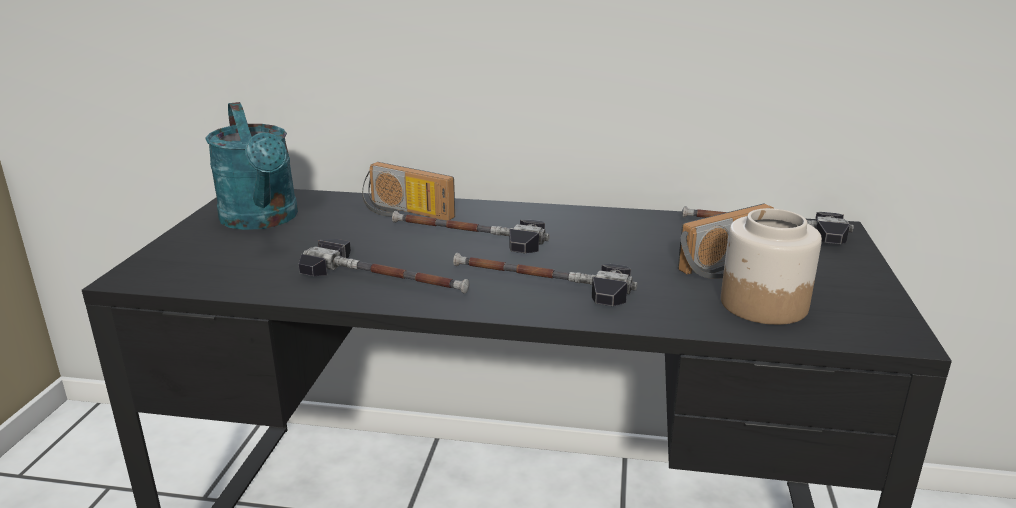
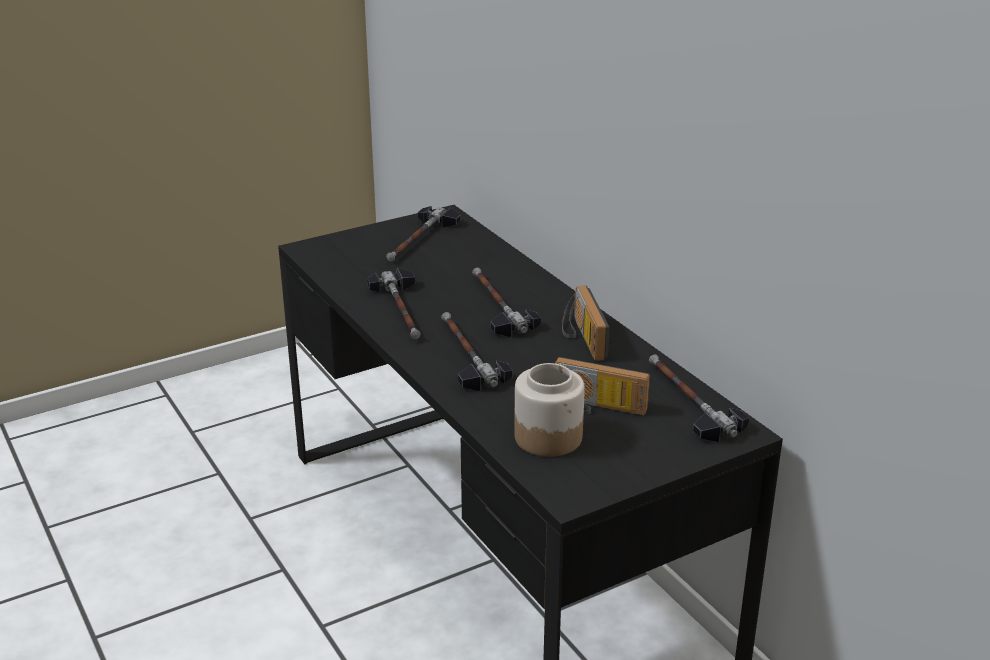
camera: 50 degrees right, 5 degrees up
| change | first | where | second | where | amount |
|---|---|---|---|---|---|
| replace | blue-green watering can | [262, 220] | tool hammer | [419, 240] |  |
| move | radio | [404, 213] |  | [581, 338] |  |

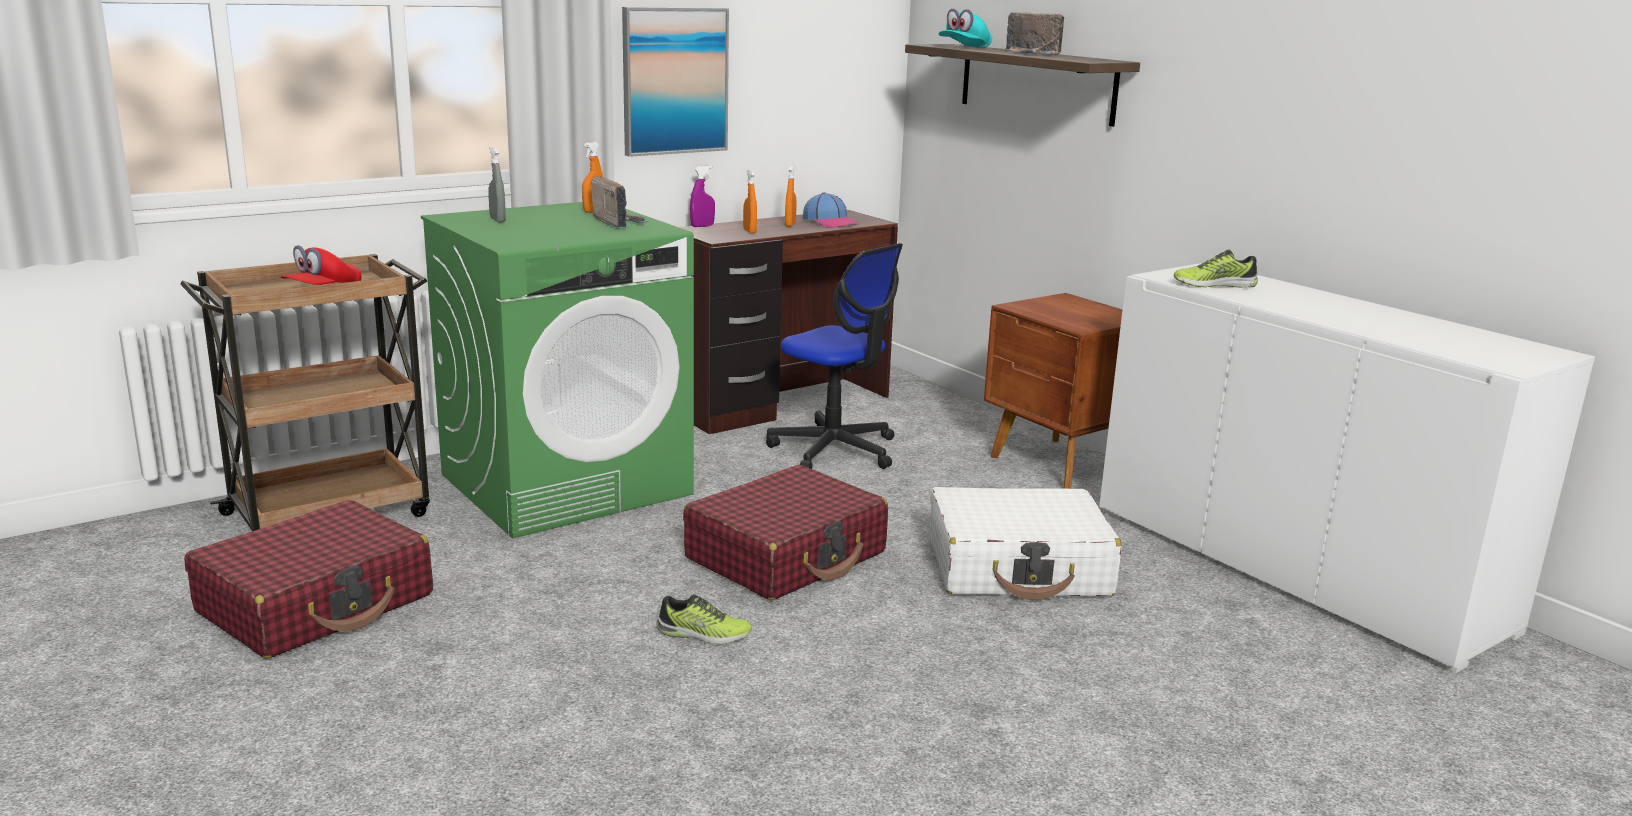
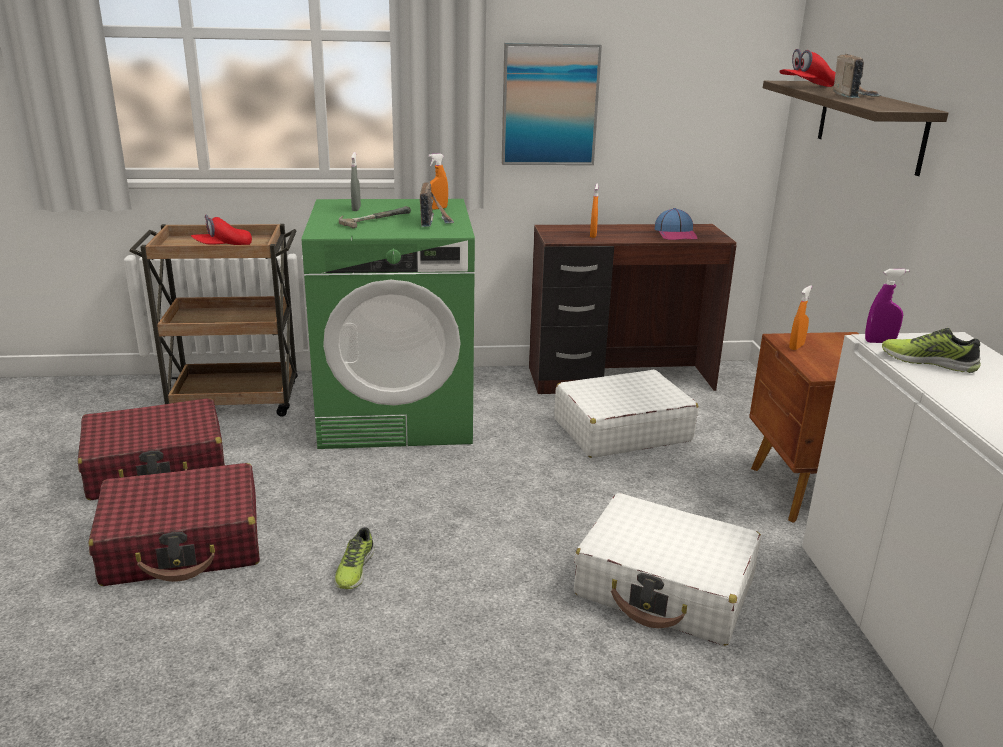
camera: 30 degrees right, 5 degrees up
| change | first | where | second | where | amount |
|---|---|---|---|---|---|
| move | reddish suitcase | [787, 556] |  | [184, 544] |  |
| rotate | low shoe | [703, 634] |  | [354, 569] | 60 degrees clockwise |
| insert |  |  | tool hammer | [373, 219] |  |
| replace | computer chair | [835, 450] | white-coloured suitcase | [621, 430] |  |
| recolor | blue-green baseball cap | [964, 48] | reddish baseball cap | [806, 87] |  |
| move | orangey sprayer | [790, 225] |  | [796, 347] |  |
| rotate | radio | [1030, 53] |  | [853, 96] | 150 degrees counterclockwise |
| move | purple-coloured sprayer | [702, 226] |  | [879, 342] |  |

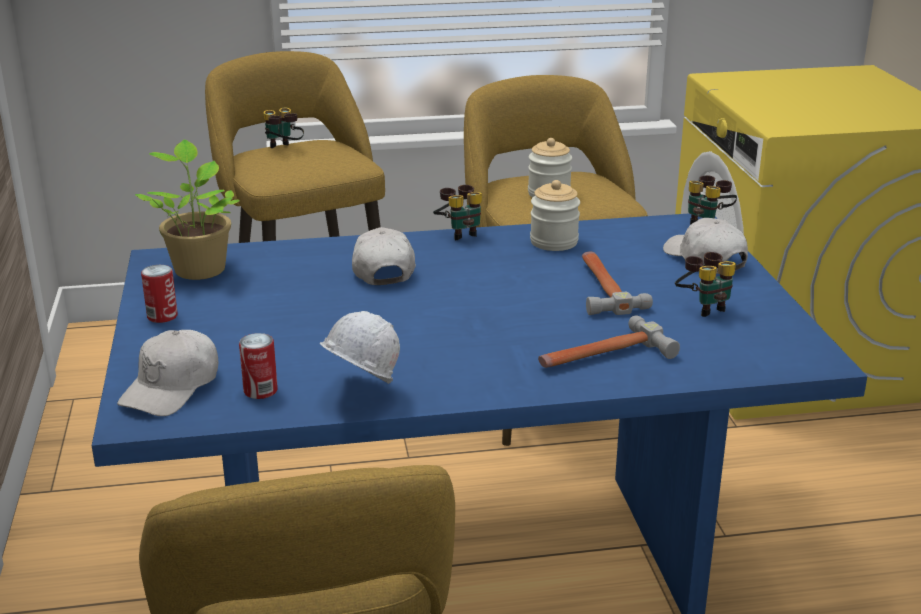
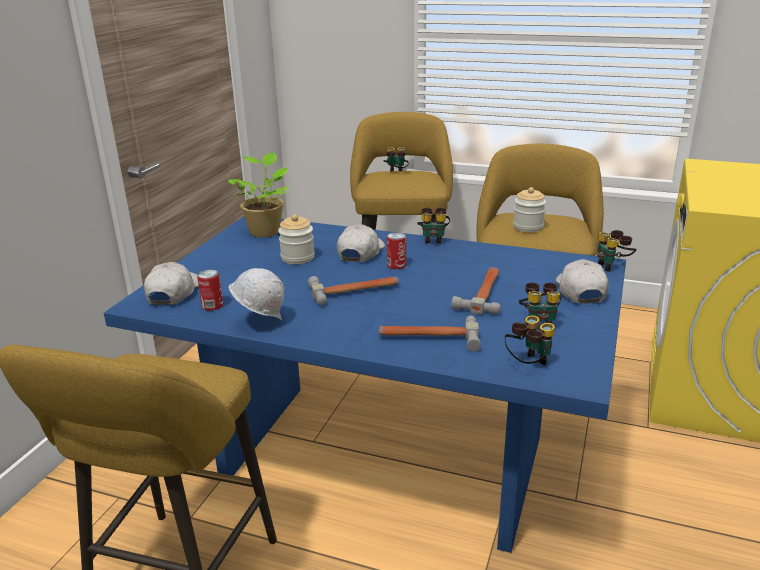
camera: 30 degrees right, 0 degrees up
| change | first | where | second | where | amount |
|---|---|---|---|---|---|
| rotate | white-coloured baseball cap | [172, 388] |  | [174, 292] | 135 degrees clockwise |
| move | preserve jar | [554, 242] |  | [297, 258] |  |
| insert |  |  | tool hammer | [355, 291] |  |
| move | can | [162, 316] |  | [396, 265] |  |
| insert |  |  | binoculars | [528, 364] |  |

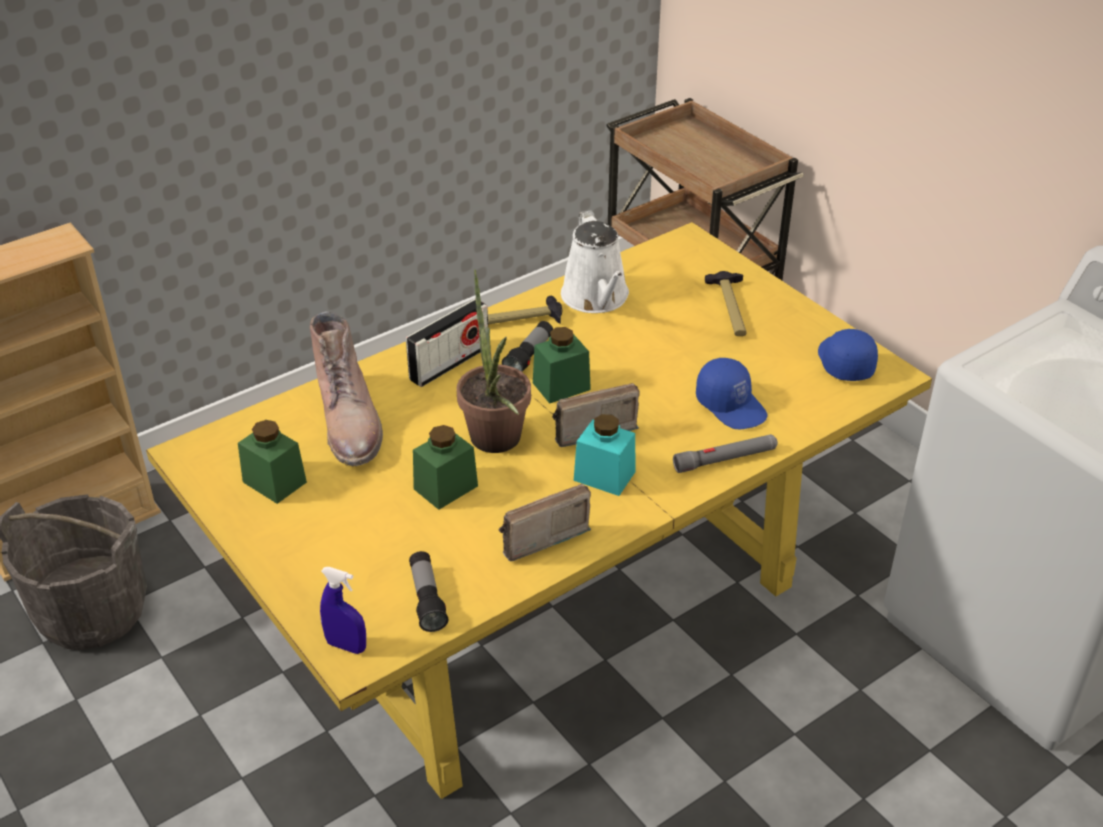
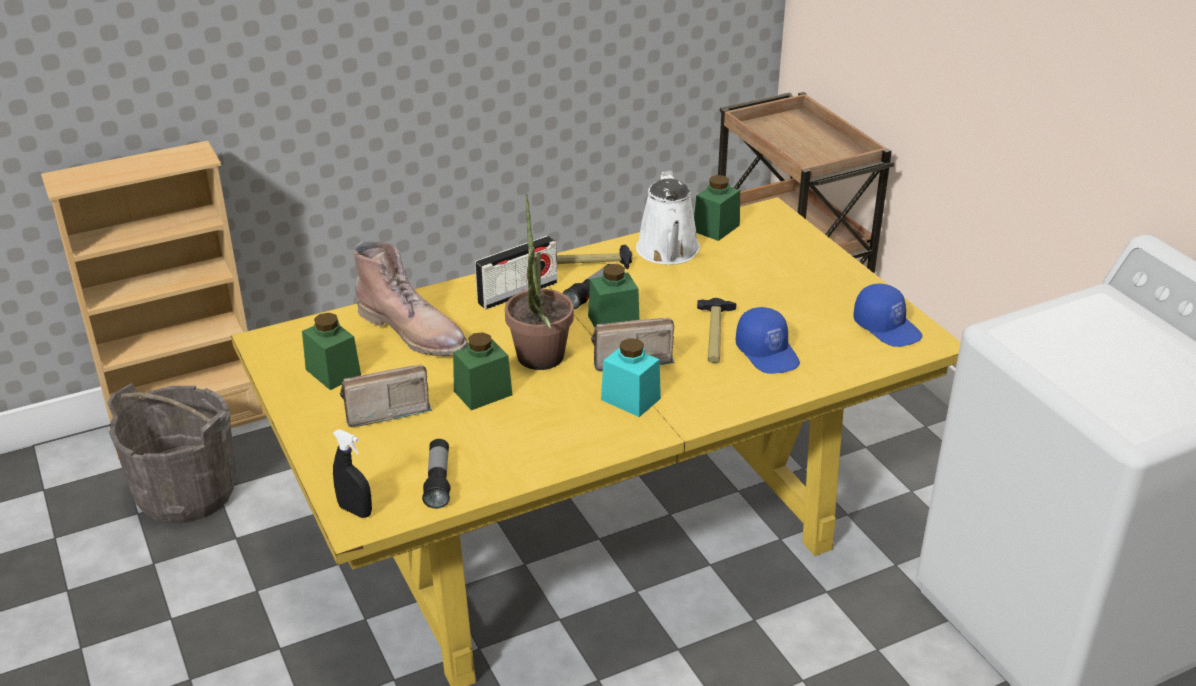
camera: 10 degrees right, 5 degrees down
| change | first | where | second | where | amount |
|---|---|---|---|---|---|
| recolor | bluish sprayer | [346, 646] | black sprayer | [355, 510] |  |
| move | radio | [537, 536] |  | [383, 410] |  |
| rotate | brown tall boot | [351, 422] |  | [415, 331] | 45 degrees counterclockwise |
| insert |  |  | green preserve jar | [716, 228] |  |
| move | tool hammer | [731, 309] |  | [715, 336] |  |
| rotate | bluish baseball cap | [844, 362] |  | [887, 327] | 135 degrees clockwise |
| delete | gray hand torch | [725, 459] |  |  |  |

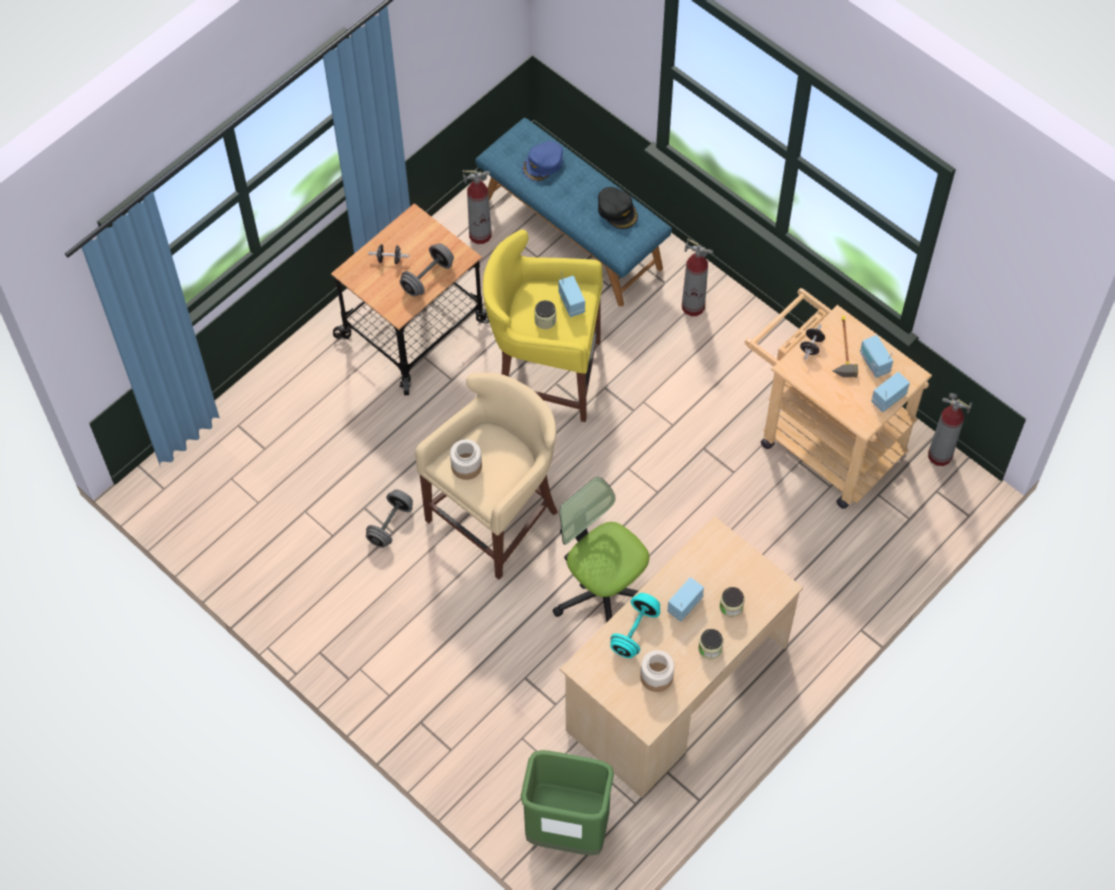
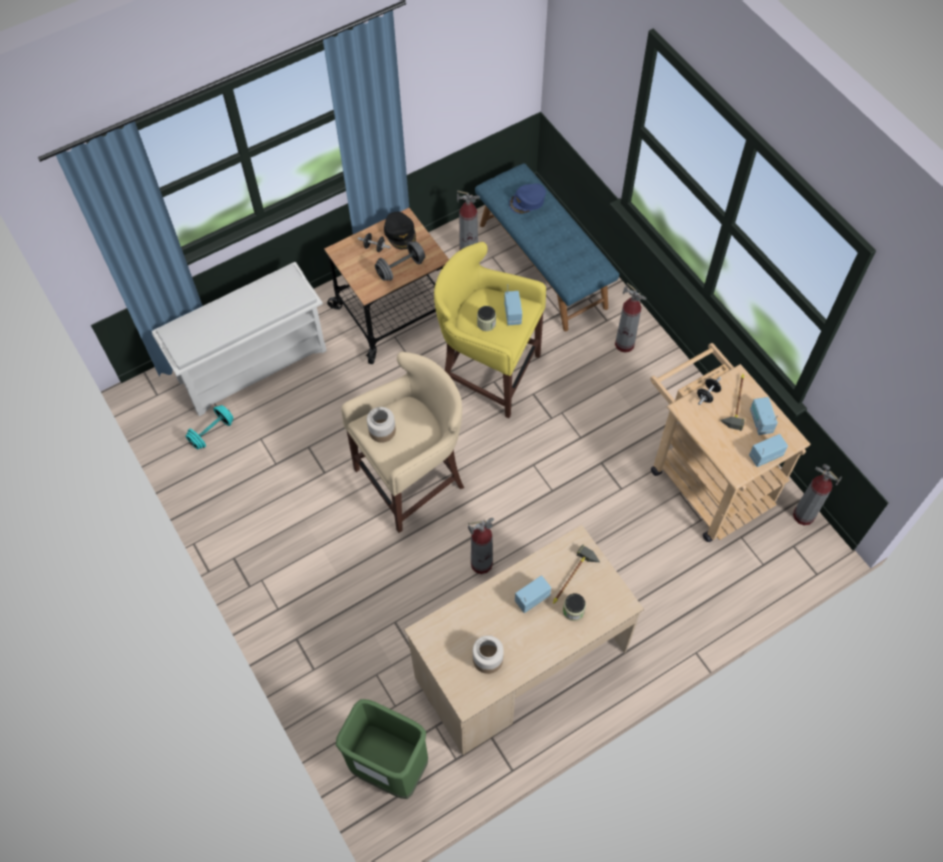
camera: 15 degrees right, 0 degrees up
| change | first | where | second | where | amount |
|---|---|---|---|---|---|
| insert |  |  | white-coloured shoe stand | [253, 364] |  |
| move | blue-green dumbbell | [635, 631] |  | [212, 433] |  |
| move | black baseball cap | [617, 210] |  | [400, 233] |  |
| replace | computer chair | [602, 591] | extinguisher | [481, 563] |  |
| insert |  |  | tool hammer | [574, 580] |  |
| delete | gray dumbbell | [390, 525] |  |  |  |
| delete | preserve jar | [710, 648] |  |  |  |

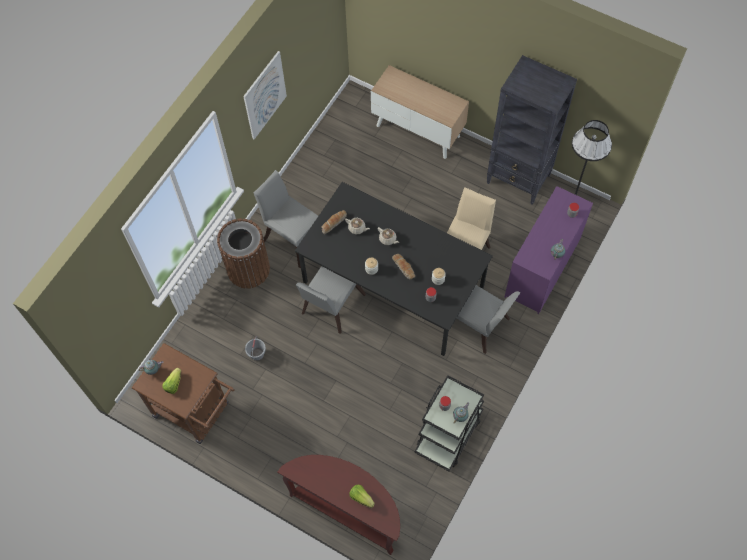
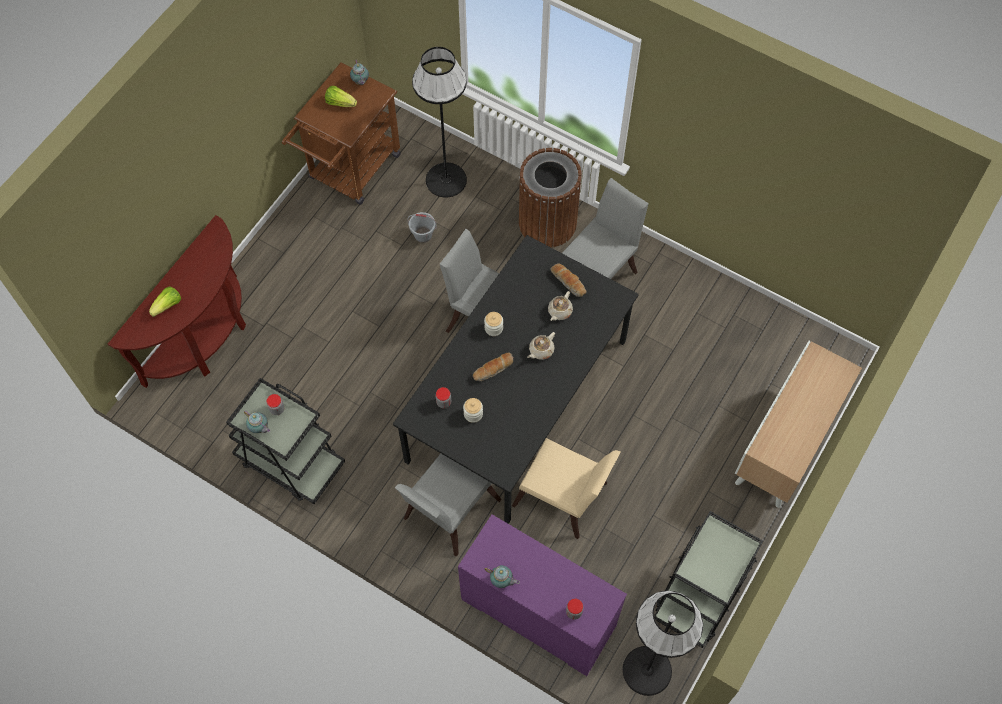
camera: 90 degrees right, 0 degrees up
| change | first | where | second | where | amount |
|---|---|---|---|---|---|
| insert |  |  | black standard lamp | [446, 179] |  |
| replace | black bookshelf | [519, 179] | black trolley | [700, 592] |  |
| delete | picture | [265, 95] |  |  |  |

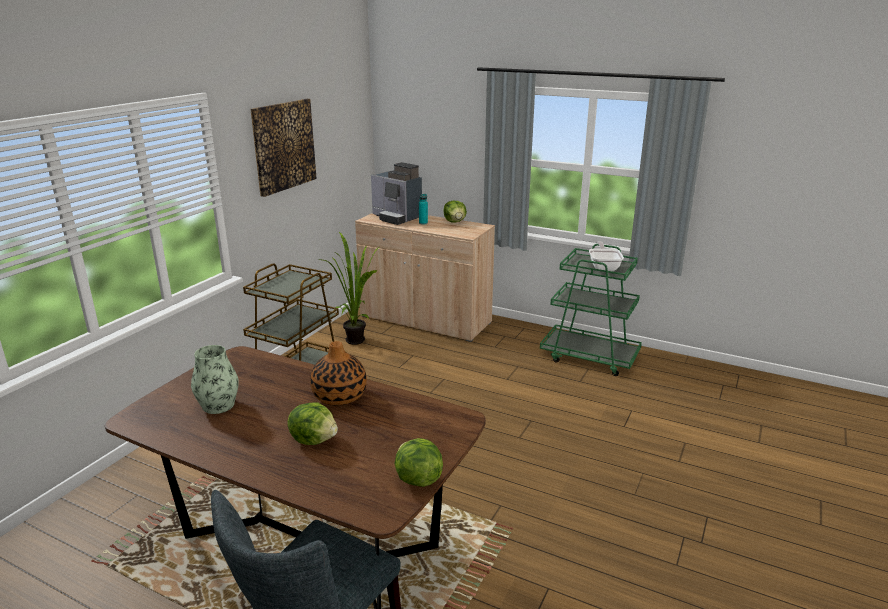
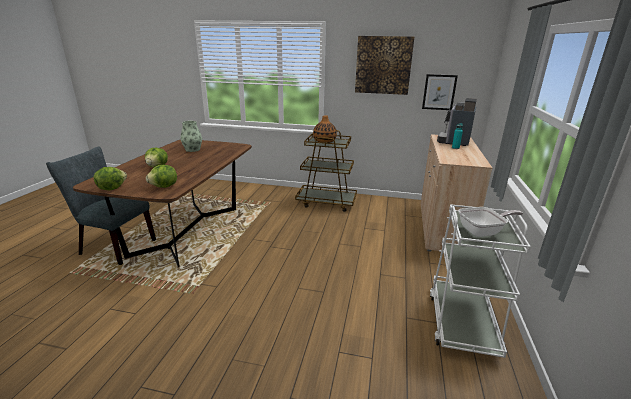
camera: 75 degrees right, 0 degrees up
| change | first | where | second | where | amount |
|---|---|---|---|---|---|
| move | head of lettuce | [455, 222] |  | [164, 187] |  |
| move | flower vase | [339, 396] |  | [324, 141] |  |
| insert |  |  | picture | [439, 92] |  |
| recolor | green trolley | [589, 357] | white-coloured trolley | [462, 323] |  |
| delete | potted plant | [356, 338] |  |  |  |

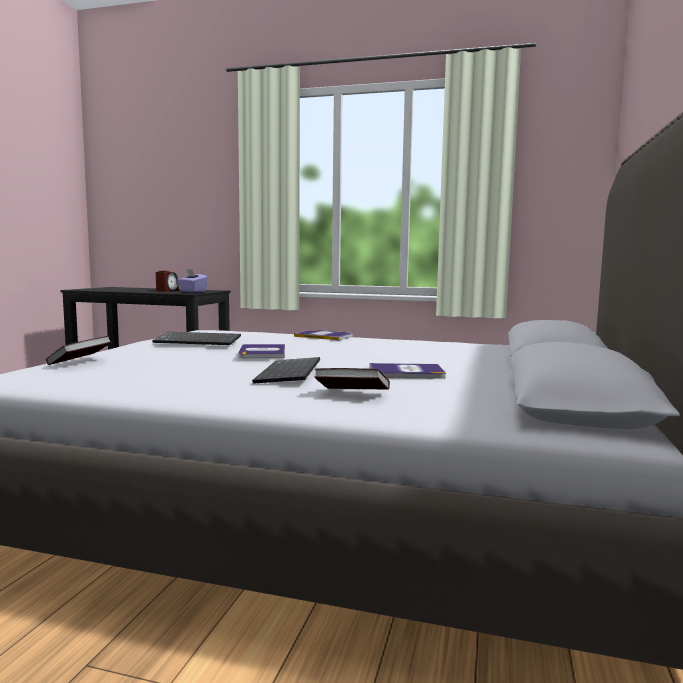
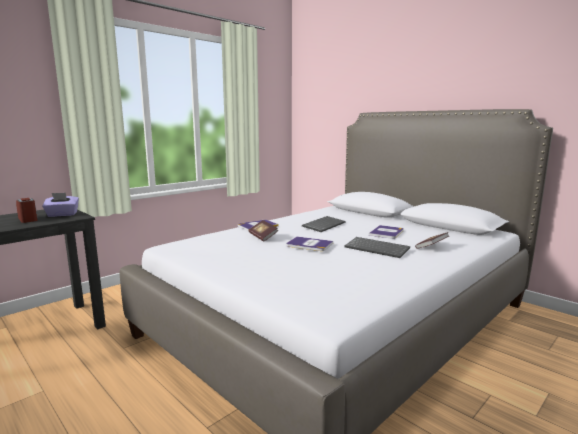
camera: 60 degrees left, 5 degrees up
| change | first | where | second | where | amount |
|---|---|---|---|---|---|
| move | bound book | [80, 362] |  | [263, 237] |  |
| move | keyboard | [199, 341] |  | [323, 225] |  |

